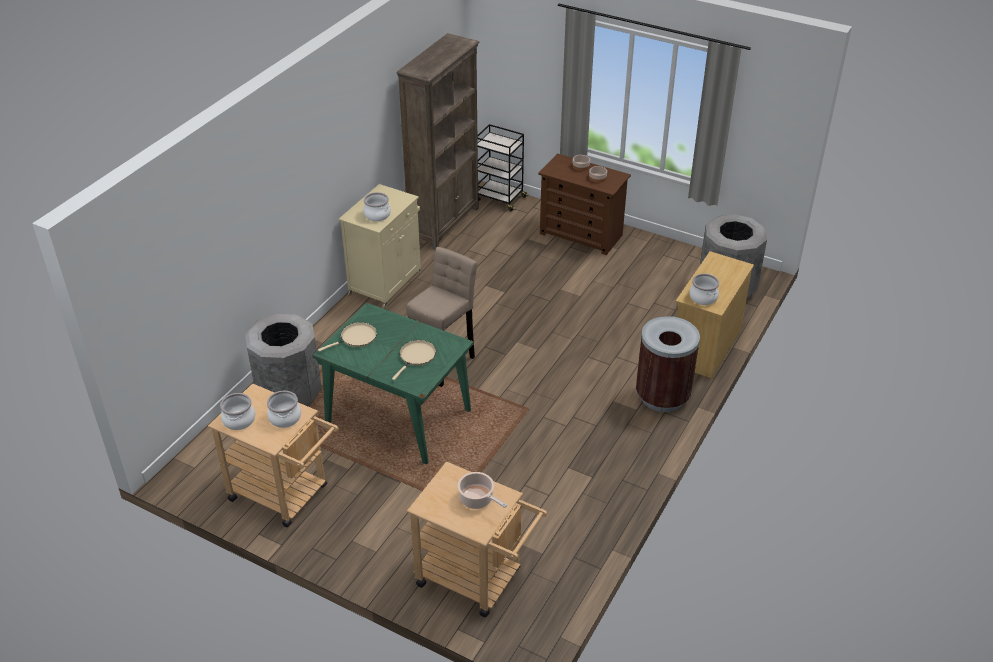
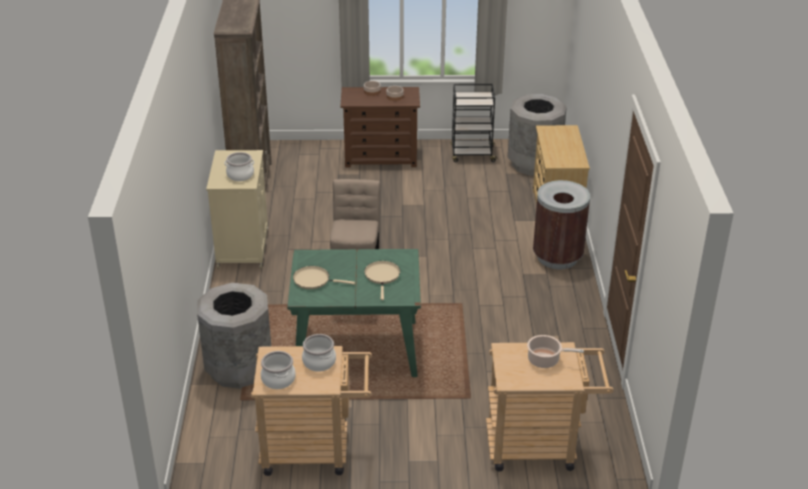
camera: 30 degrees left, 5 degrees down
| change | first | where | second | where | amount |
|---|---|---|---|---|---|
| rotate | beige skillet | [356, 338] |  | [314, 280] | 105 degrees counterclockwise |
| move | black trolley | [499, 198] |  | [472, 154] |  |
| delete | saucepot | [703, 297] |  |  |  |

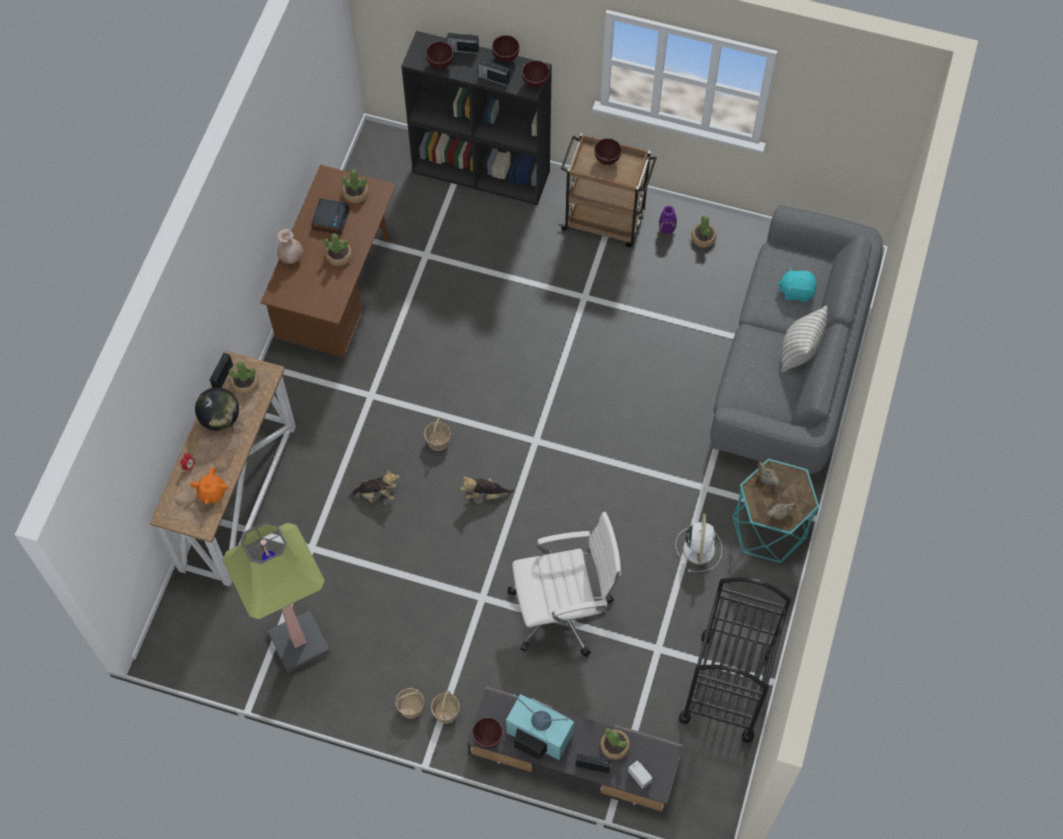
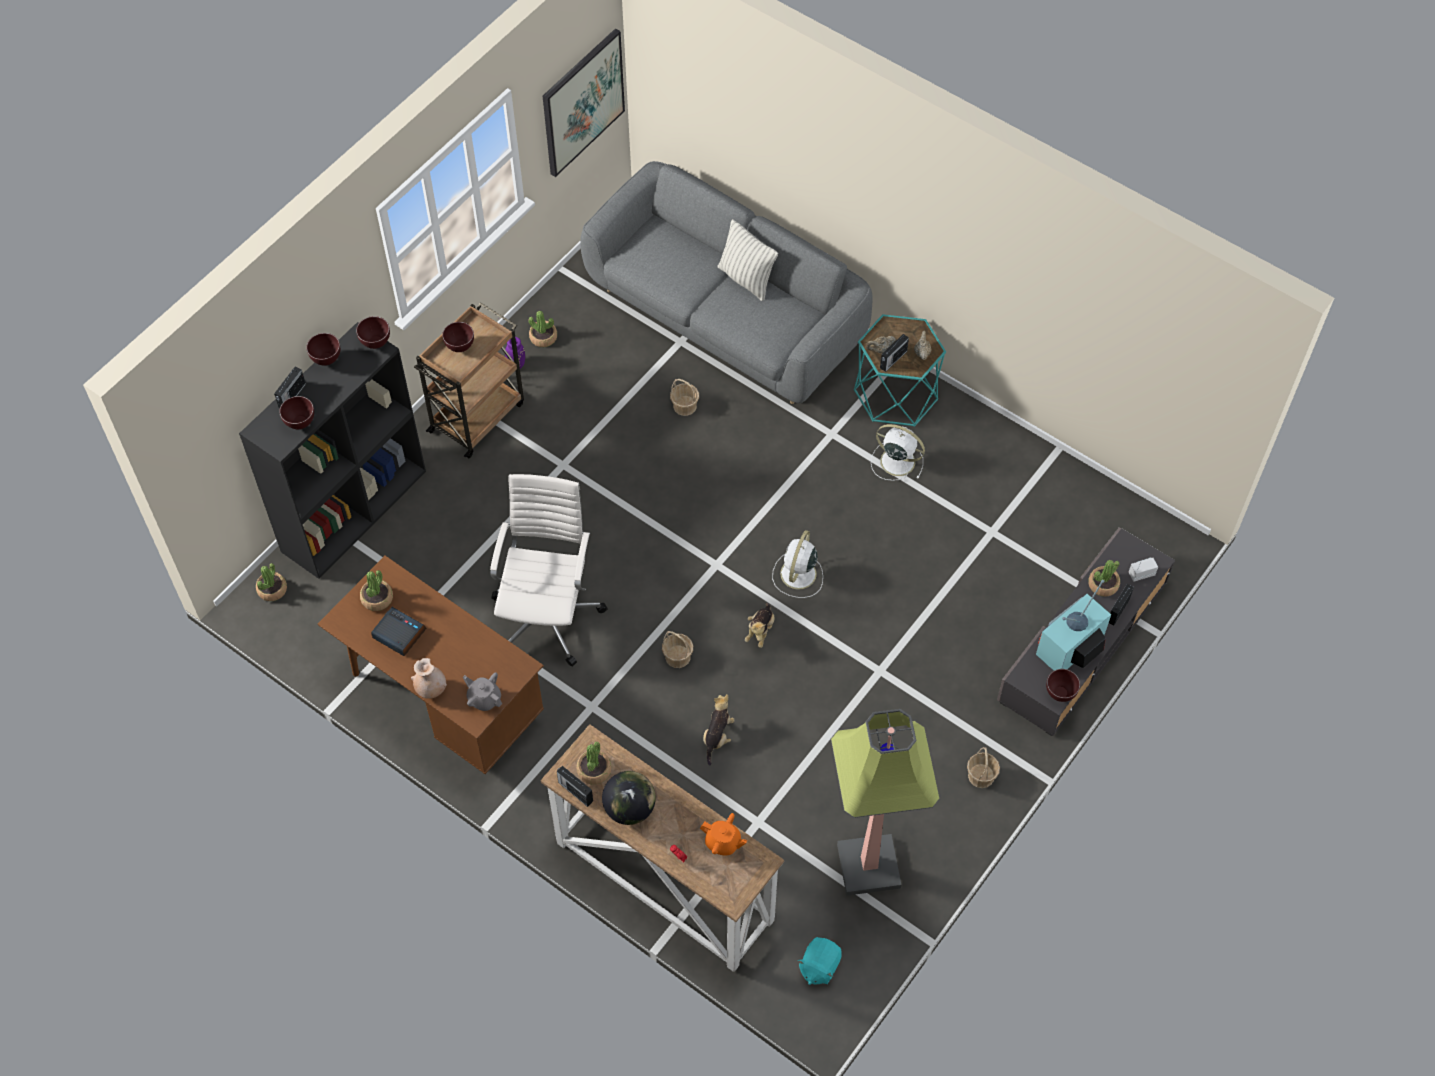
camera: 70 degrees left, 5 degrees down
| change | first | where | second | where | amount |
|---|---|---|---|---|---|
| move | potted plant | [339, 256] |  | [272, 589] |  |
| insert |  |  | gray tea pot | [484, 699] |  |
| move | white-coloured computer chair | [563, 611] |  | [548, 615] |  |
| insert |  |  | picture | [582, 102] |  |
| move | basket | [446, 712] |  | [684, 406] |  |
| insert |  |  | white-coloured electric fan | [797, 575] |  |
| move | blue-green soft toy | [796, 291] |  | [819, 966] |  |
| move | radio | [493, 78] |  | [892, 360] |  |
| delete | black trolley | [727, 687] |  |  |  |

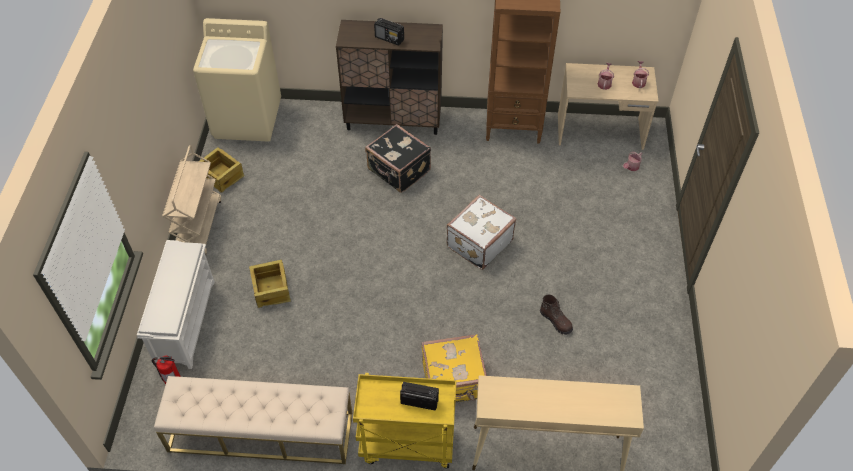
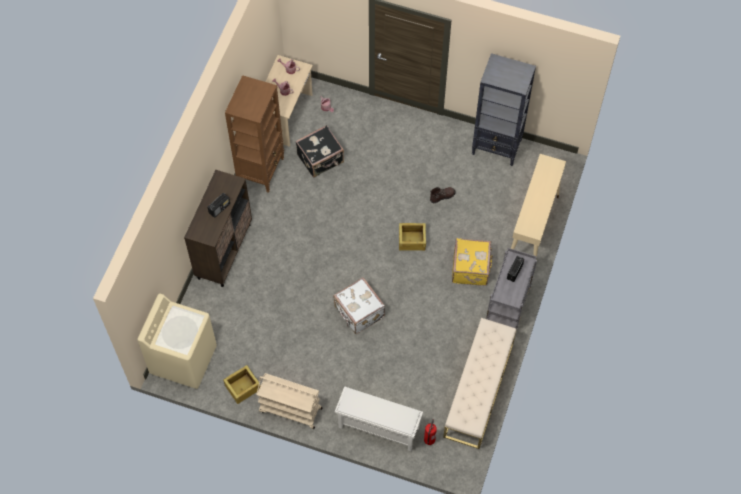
camera: 75 degrees left, 10 degrees up
| change | first | where | second | where | amount |
|---|---|---|---|---|---|
| move | black suitcase | [398, 171] |  | [321, 159] |  |
| move | white-coloured suitcase | [478, 243] |  | [358, 312] |  |
| move | packing crate | [272, 289] |  | [411, 240] |  |
| insert |  |  | black bookshelf | [497, 147] |  |
| recolor | yellow trolley | [406, 444] | gray trolley | [508, 306] |  |

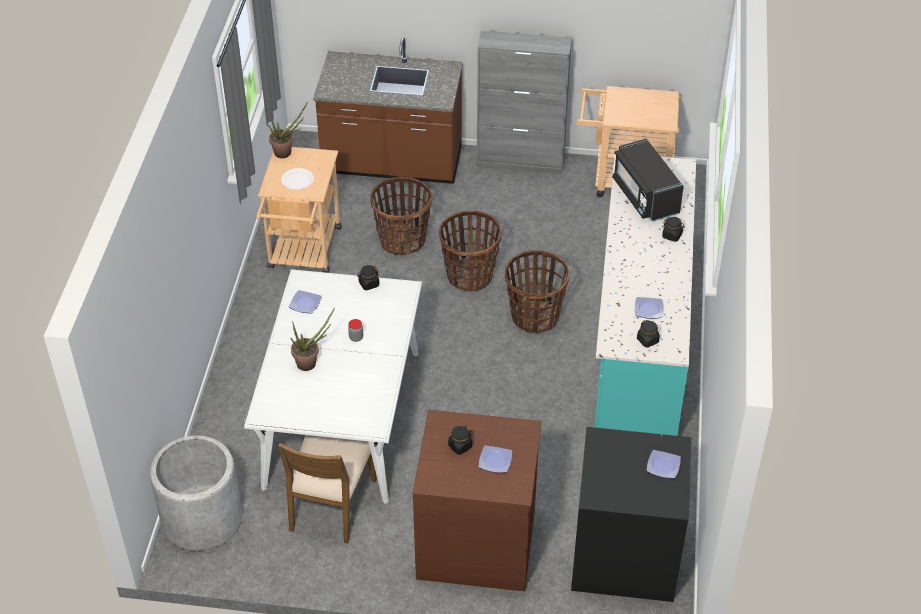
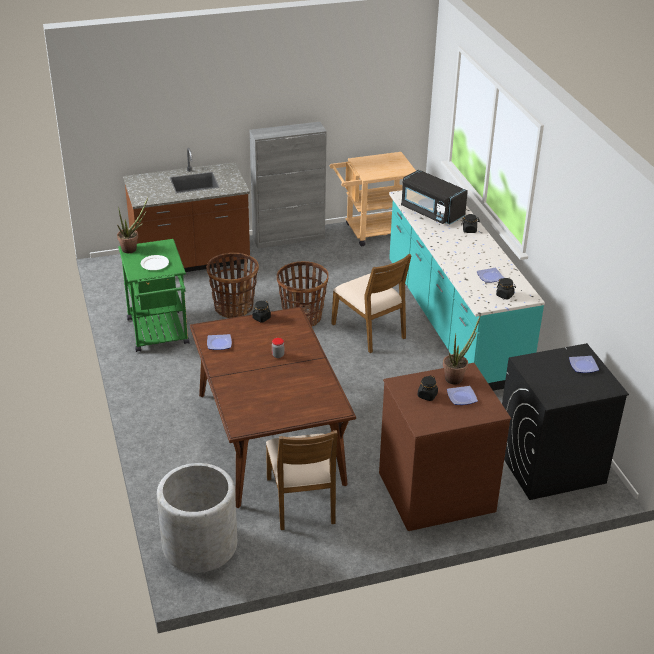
camera: 25 degrees left, 10 degrees down
| change | first | where | second | where | amount |
|---|---|---|---|---|---|
| recolor | beige trolley | [303, 253] | green trolley | [159, 335] |  |
| recolor | white-coloured dining table | [342, 418] | brown dining table | [269, 437] |  |
| replace | basket | [534, 316] | brown chair | [370, 330] |  |
| move | potted plant | [310, 363] |  | [456, 377] |  |

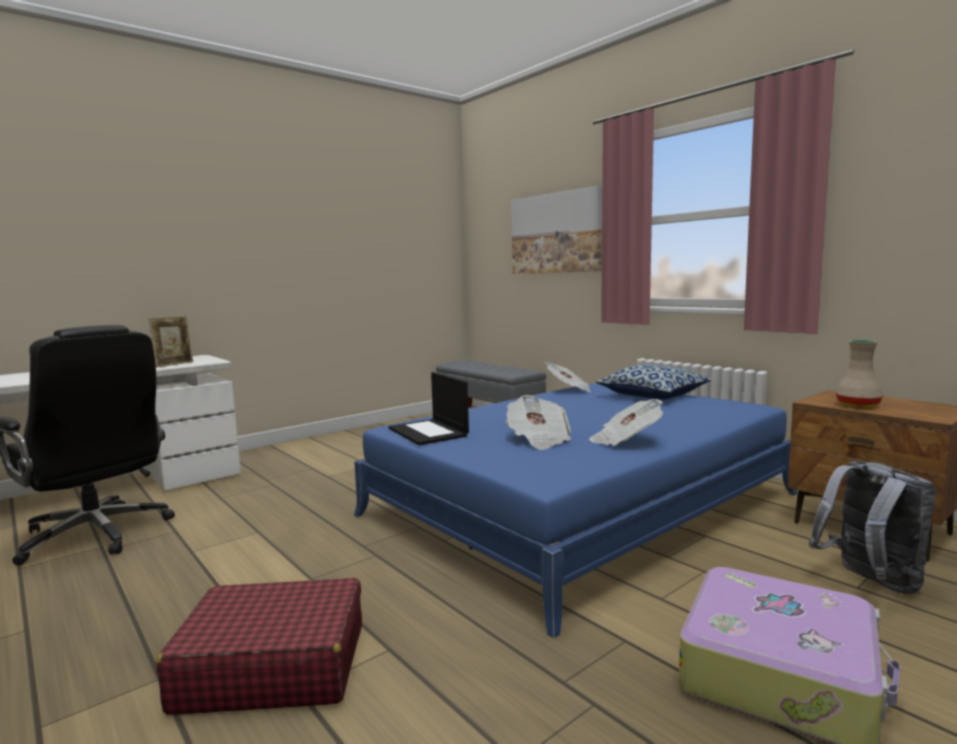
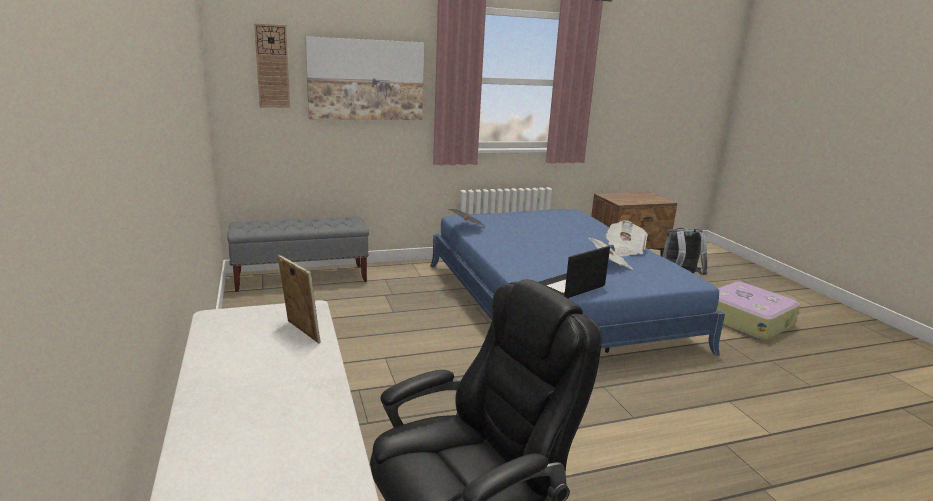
camera: 70 degrees left, 10 degrees up
| change | first | where | second | where | amount |
|---|---|---|---|---|---|
| insert |  |  | hanging clock | [272, 66] |  |
| rotate | laptop | [429, 432] |  | [569, 286] | 150 degrees clockwise |
| delete | reddish suitcase | [272, 666] |  |  |  |
| delete | throw pillow | [653, 396] |  |  |  |
| delete | beige flower vase | [858, 405] |  |  |  |

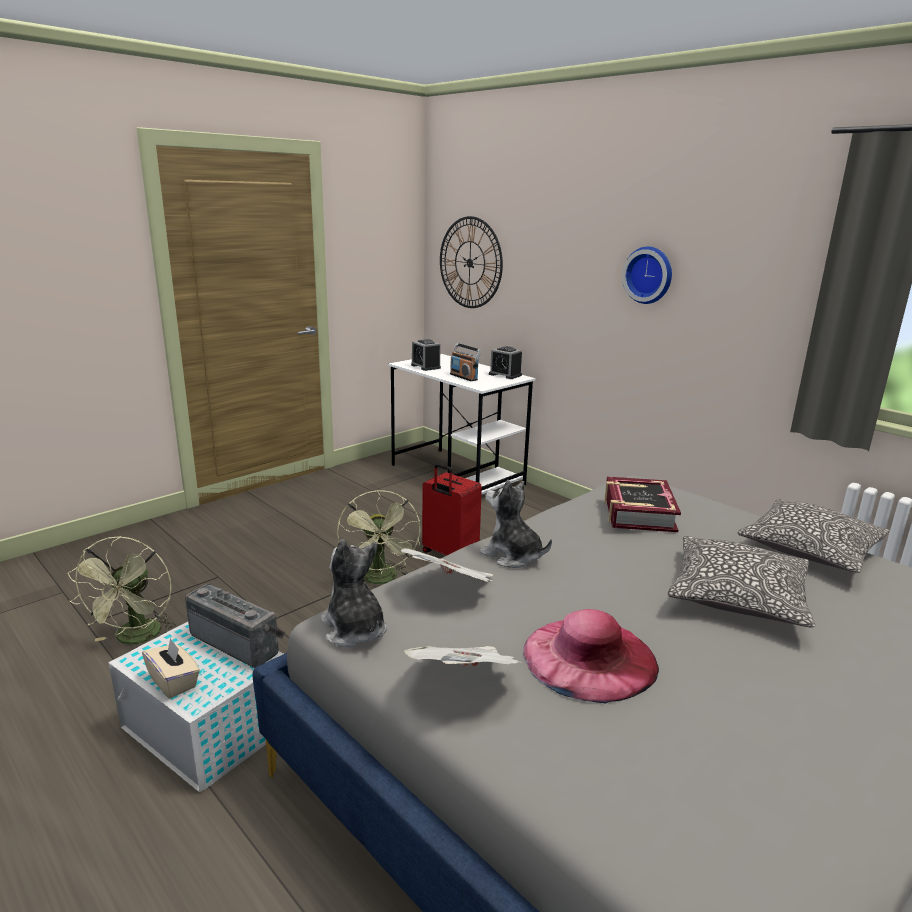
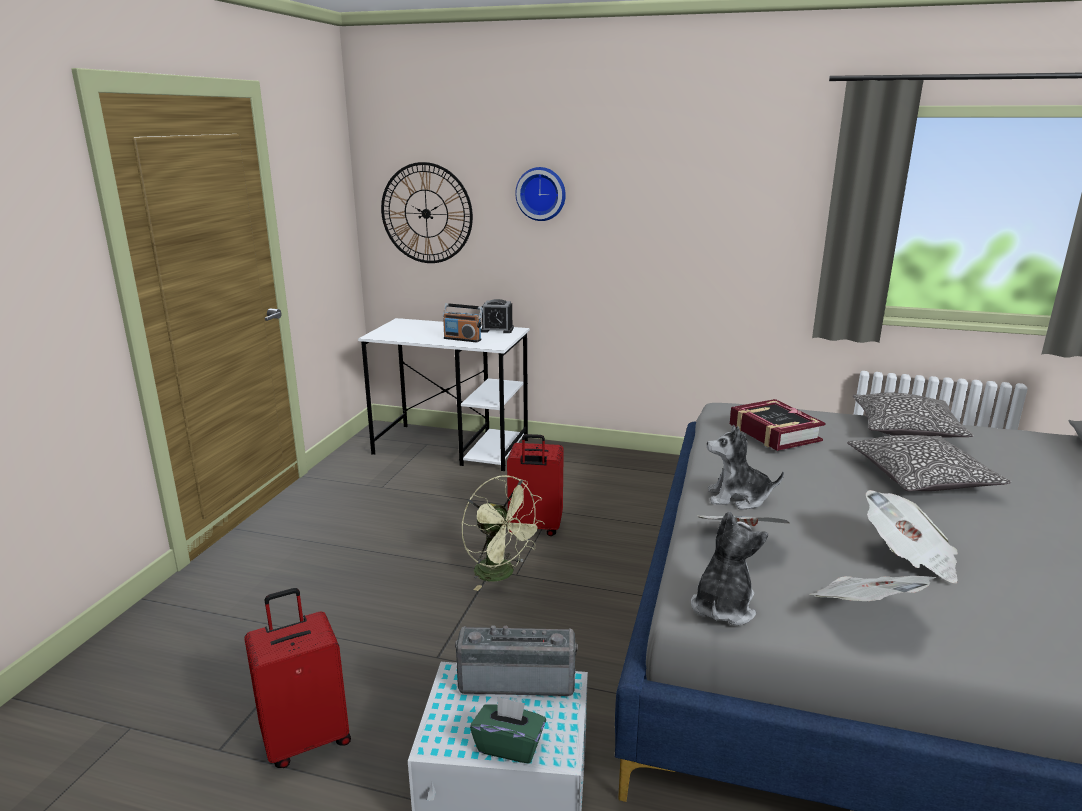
camera: 30 degrees left, 0 degrees up
| change | first | where | second | where | amount |
|---|---|---|---|---|---|
| replace | green electric fan | [136, 639] | reddish suitcase | [306, 739] |  |
| recolor | beige box of tissues | [174, 682] | green box of tissues | [509, 746] |  |
| move | hanging clock | [649, 275] |  | [541, 193] |  |
| rotate | soft toy | [354, 630] |  | [723, 607] | 90 degrees clockwise |
| replace | pinkish hat | [589, 657] | printed paper | [909, 558] |  |
| delete | bedside clock | [425, 366] |  |  |  |

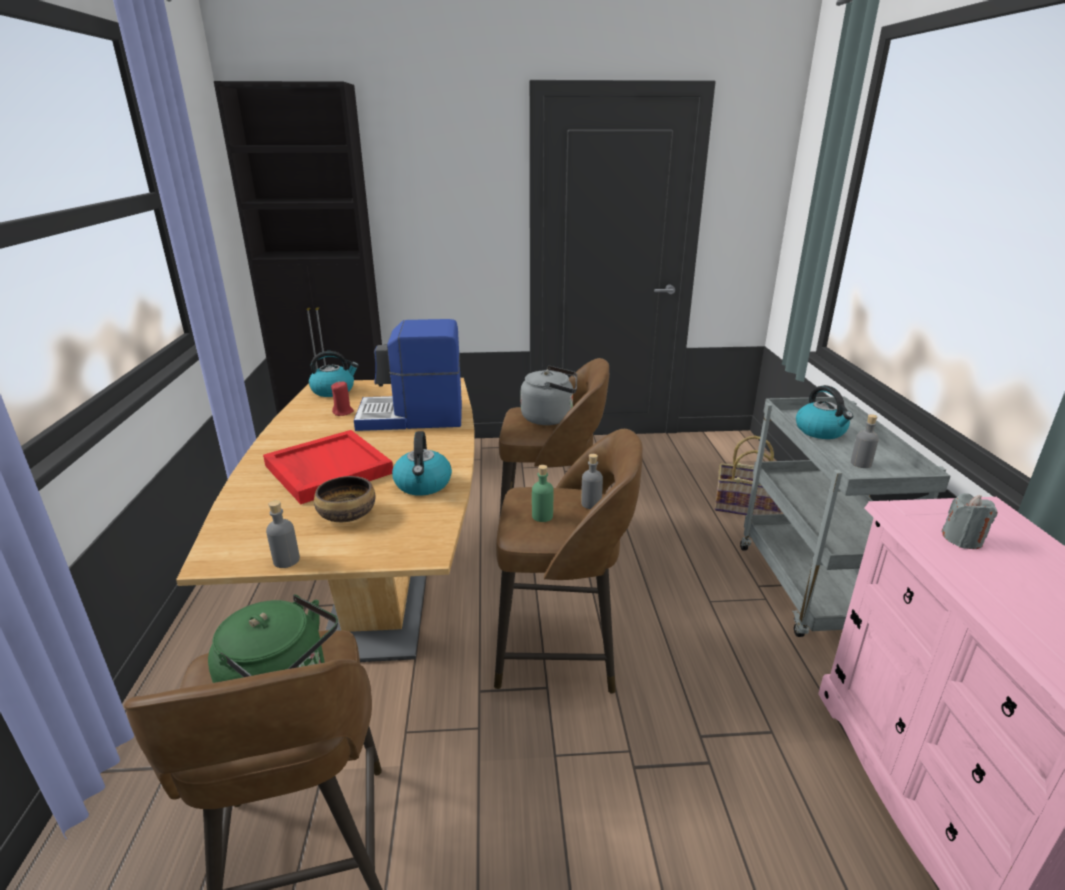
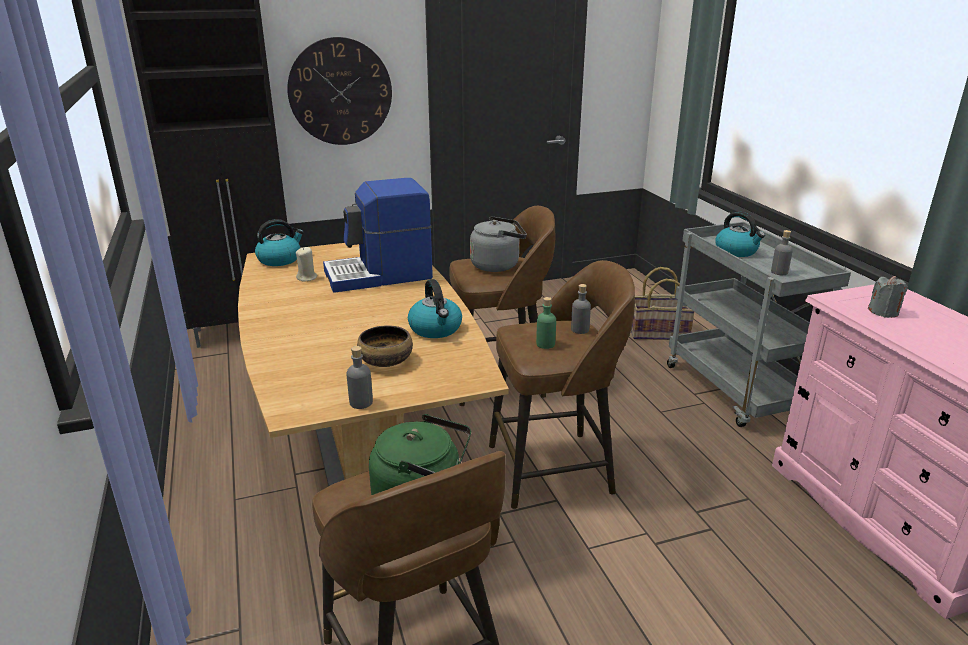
camera: 15 degrees left, 0 degrees up
| change | first | where | second | where | amount |
|---|---|---|---|---|---|
| insert |  |  | hanging clock | [340, 92] |  |
| recolor | reddish candle | [343, 412] | beige candle | [307, 278] |  |
| delete | reddish carrying tray | [327, 469] |  |  |  |

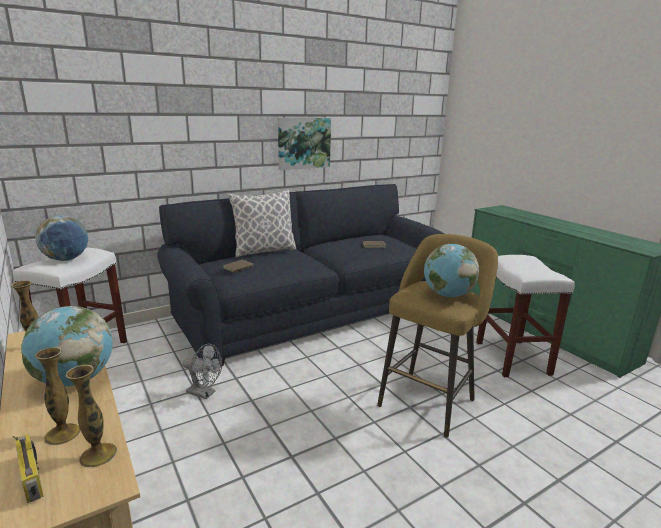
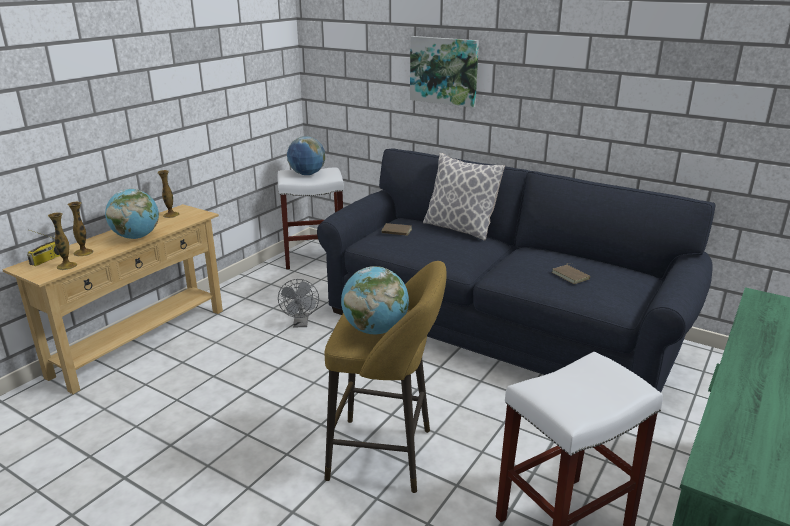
camera: 65 degrees right, 5 degrees up
| change | first | where | second | where | amount |
|---|---|---|---|---|---|
| move | picture | [303, 143] |  | [444, 71] |  |

